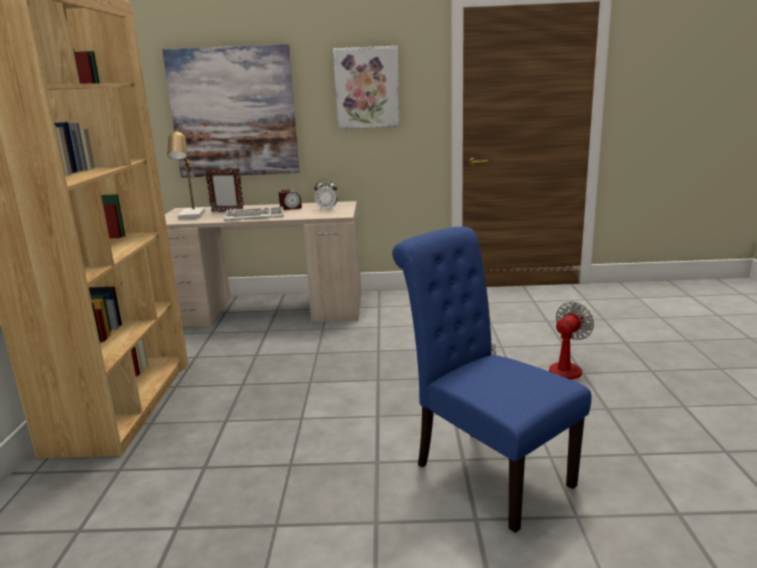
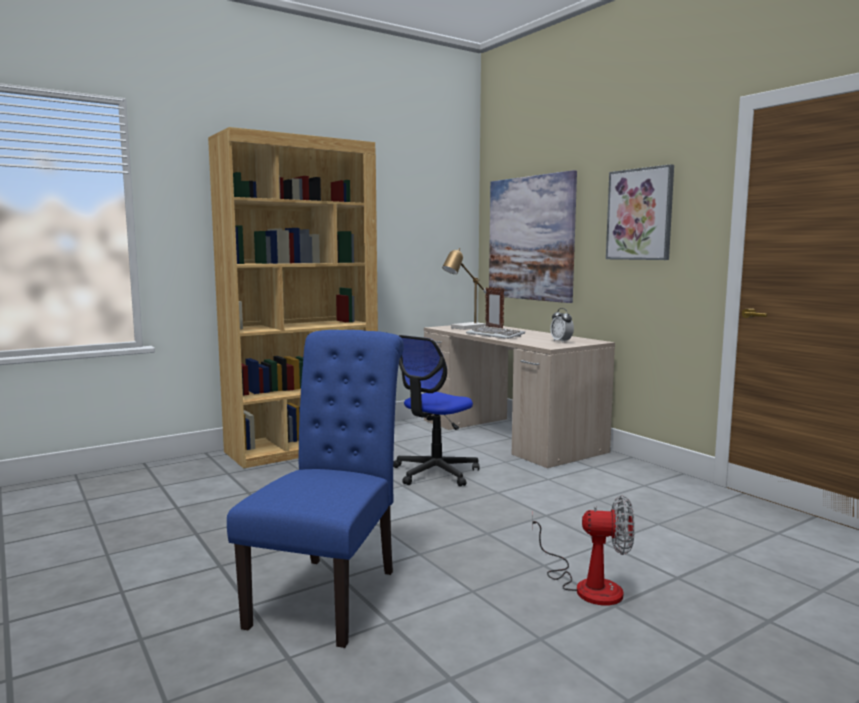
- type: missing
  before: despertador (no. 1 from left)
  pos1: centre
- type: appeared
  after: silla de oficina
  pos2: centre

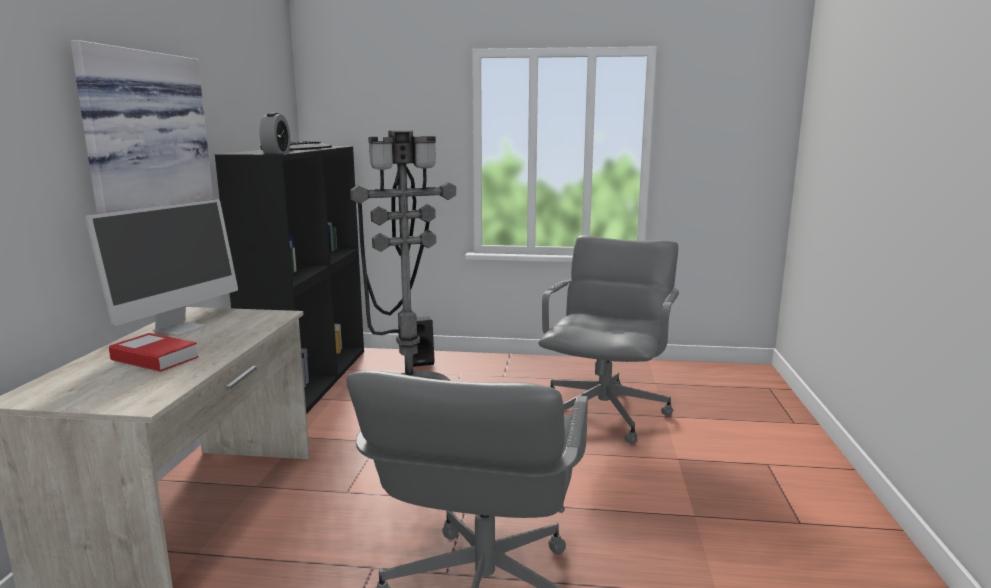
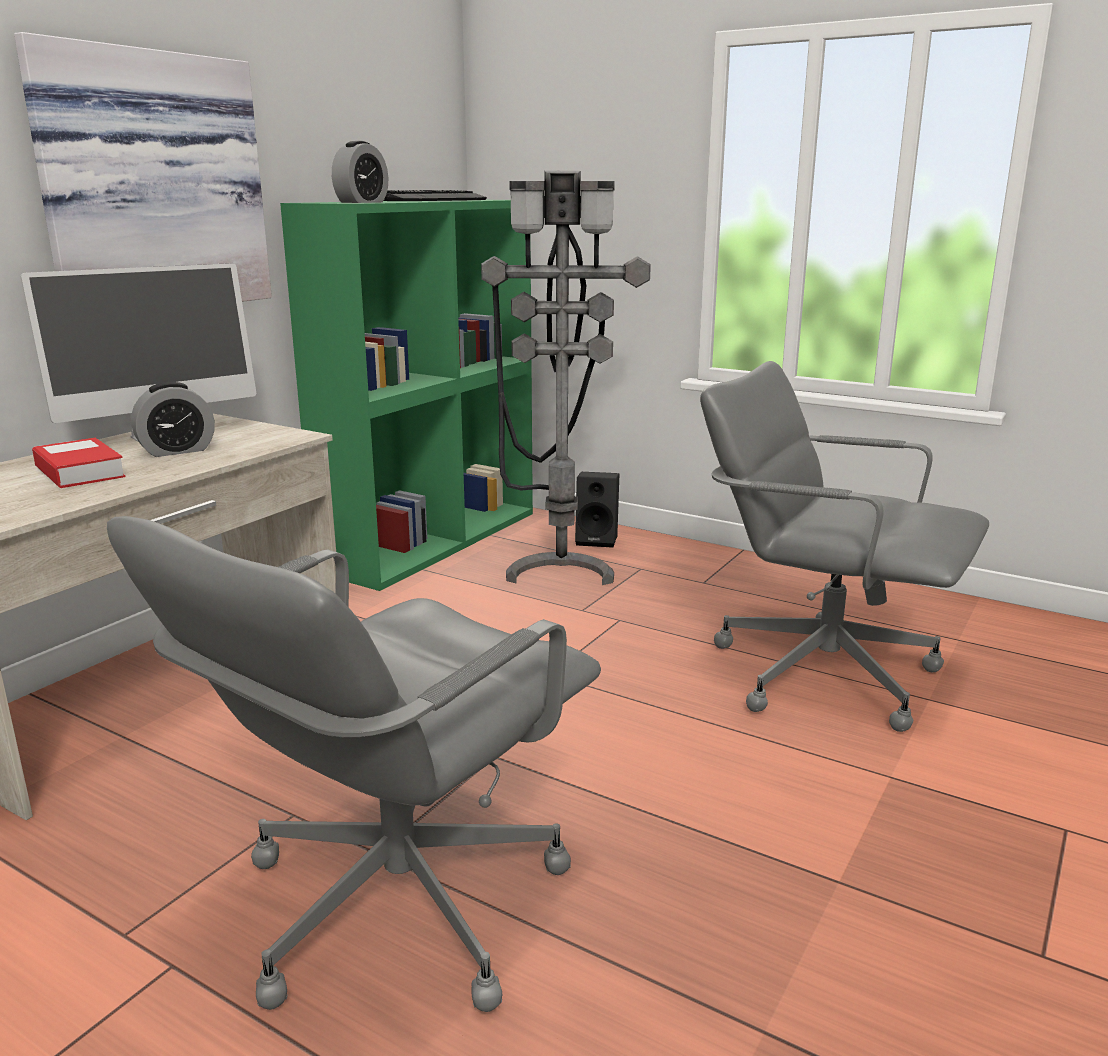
- type: appeared
  after: despertador (no. 1 from left)
  pos2: middle left
- type: colour
  before: estantería [negro]
  after: estantería [verde]
  pos1: middle left
  pos2: centre
- type: spun
  before: silla de oficina [gris] (no. 2 from left)
  pos1: centre
  pos2: middle right
  turn: -105

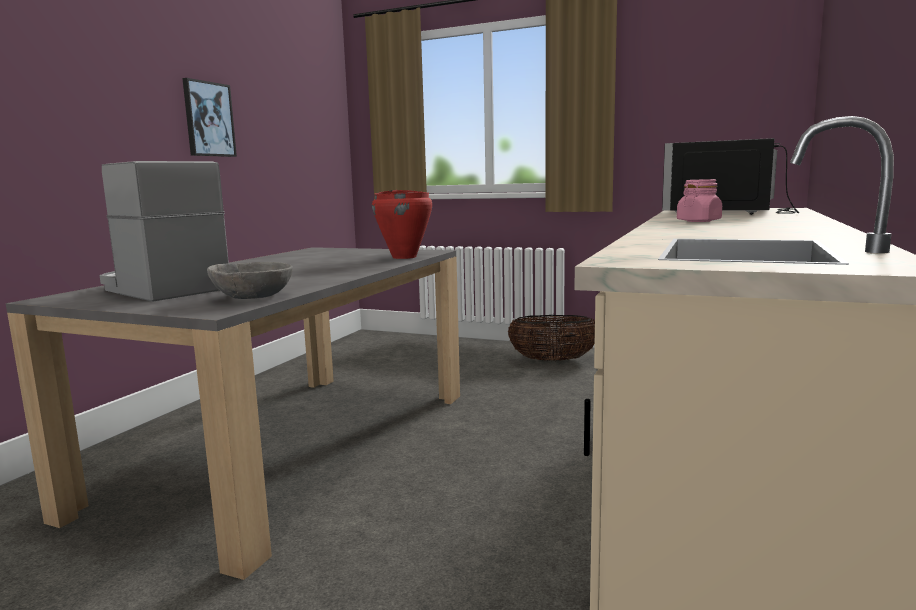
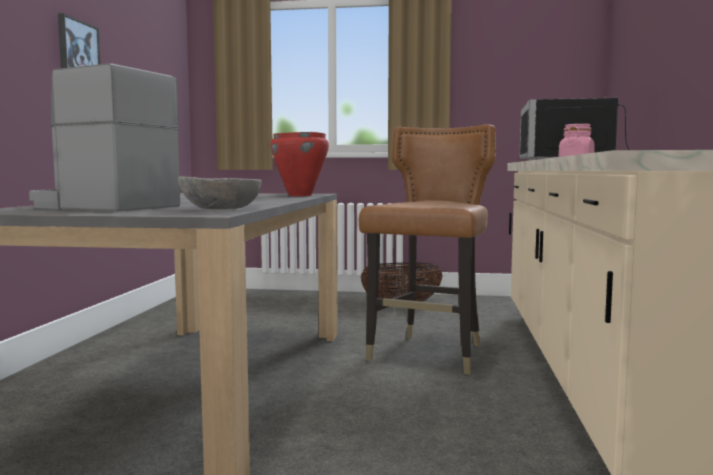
- type: appeared
  after: silla [marrón]
  pos2: centre

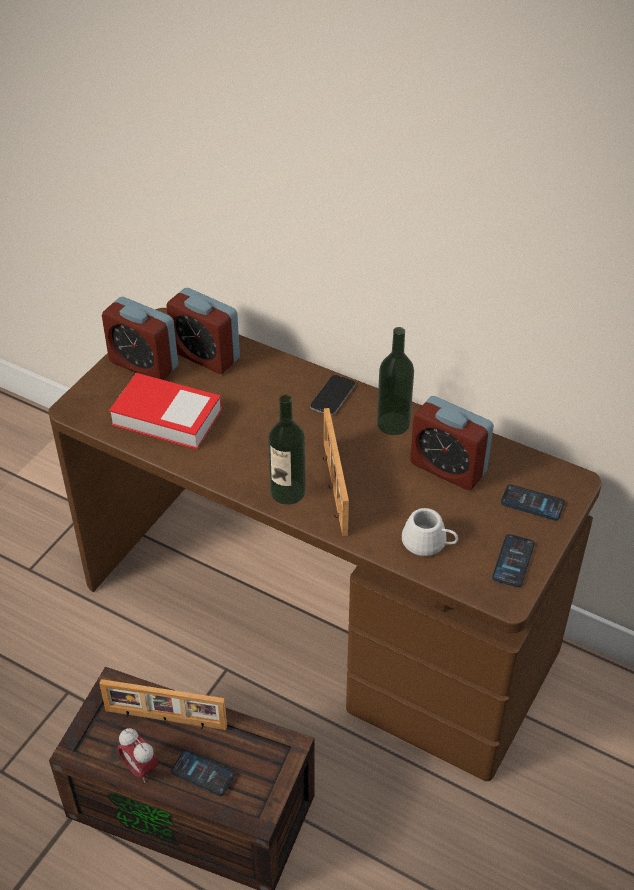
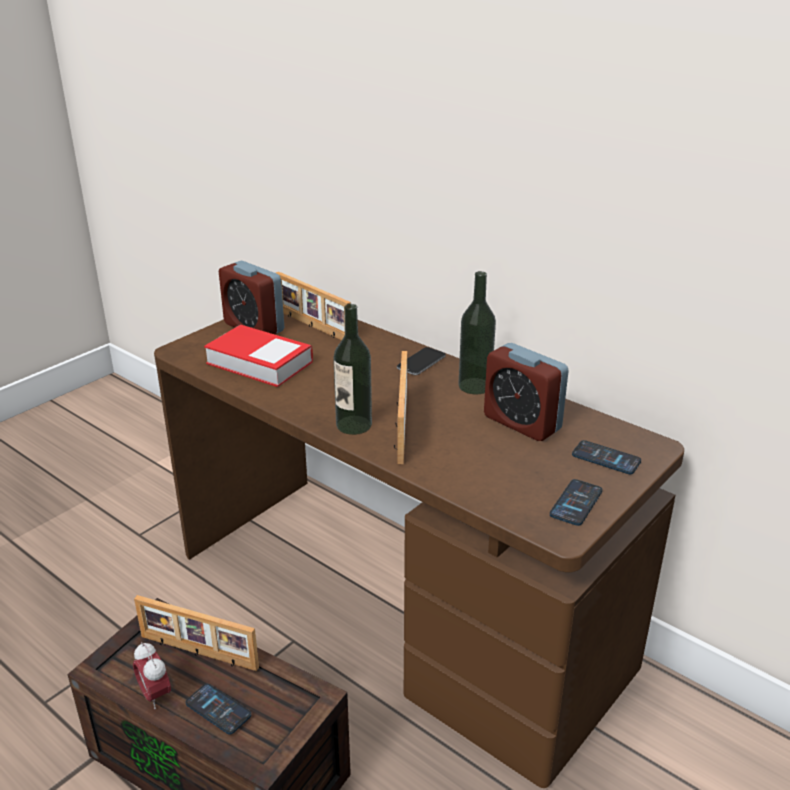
- type: missing
  before: taza grande [blanco]
  pos1: middle right
- type: exchanged
  before: despertador (no. 3 from left)
  after: portarretratos (no. 2 from left)
  pos1: middle left
  pos2: centre

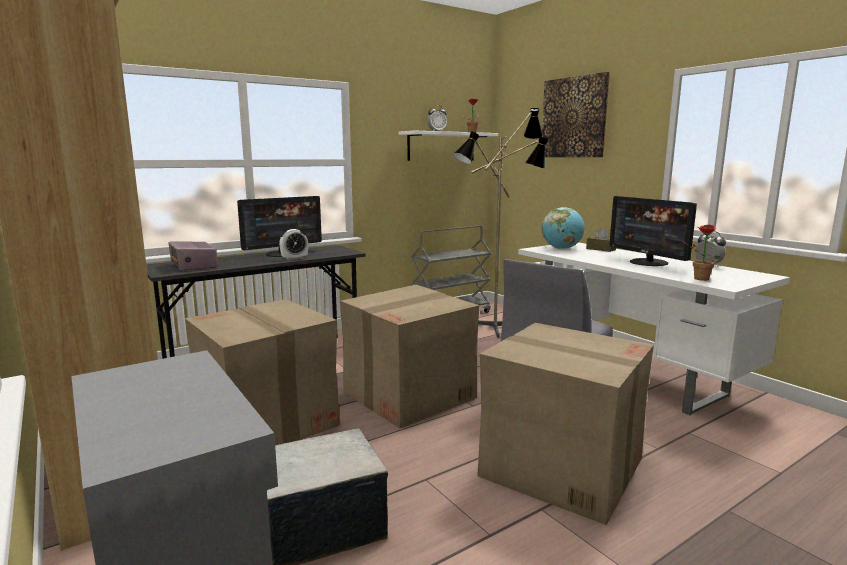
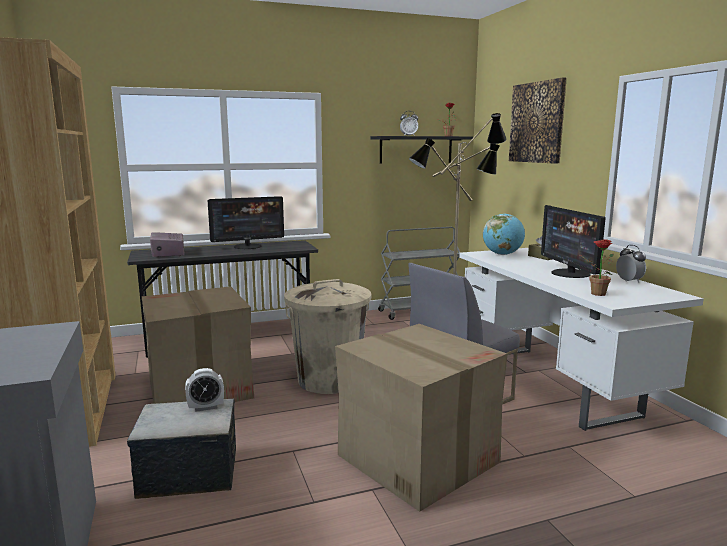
- type: relocated
  before: despertador (no. 1 from left)
  pos1: centre
  pos2: bottom left
- type: exchanged
  before: caja de cartón (no. 2 from left)
  after: papelera [beis]
  pos1: centre
  pos2: centre
- type: colour
  before: estante [blanco]
  after: estante [negro]
  pos1: top centre
  pos2: top centre

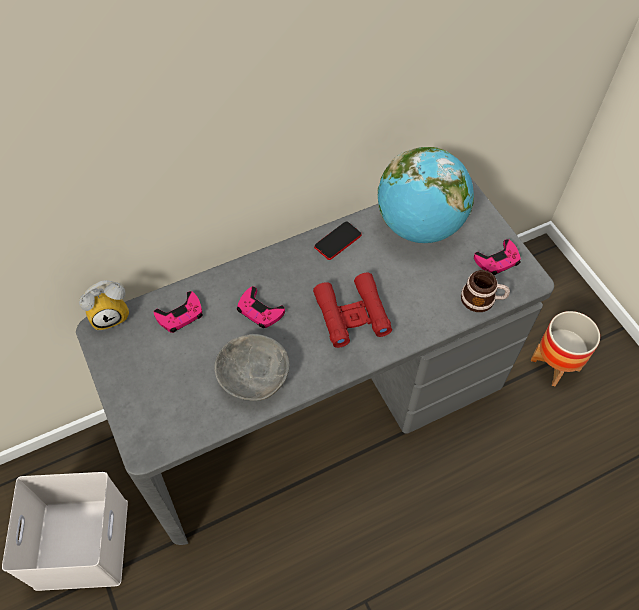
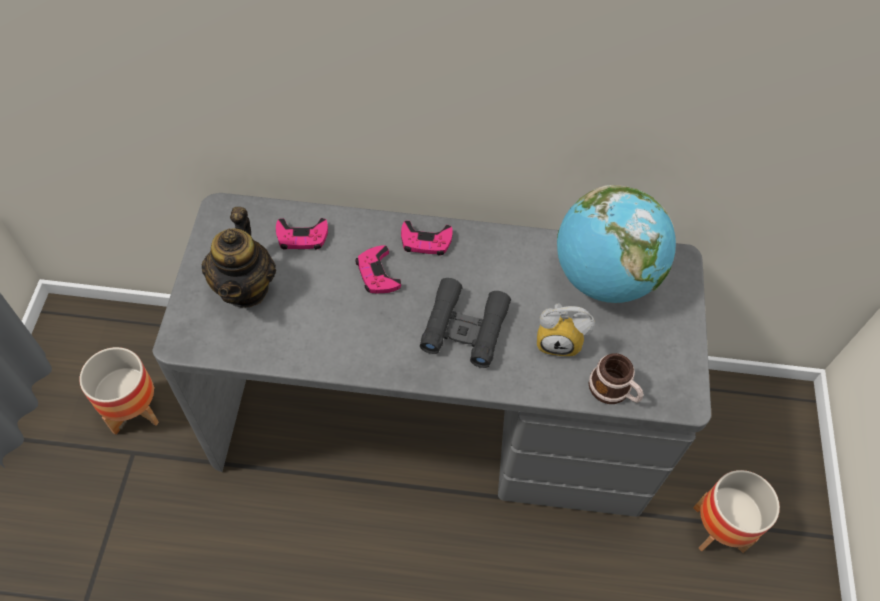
- type: missing
  before: cuenco [gris]
  pos1: centre
- type: missing
  before: móvil
  pos1: centre
- type: appeared
  after: tetera
  pos2: middle left
- type: relocated
  before: despertador
  pos1: middle left
  pos2: centre
- type: relocated
  before: mando de consola [rosa] (no. 3 from left)
  pos1: middle right
  pos2: centre
- type: exchanged
  before: caja de almacenaje [blanco]
  after: maceta (no. 1 from left)
  pos1: bottom left
  pos2: middle left
- type: colour
  before: prismáticos [rojo]
  after: prismáticos [negro]
  pos1: centre
  pos2: centre

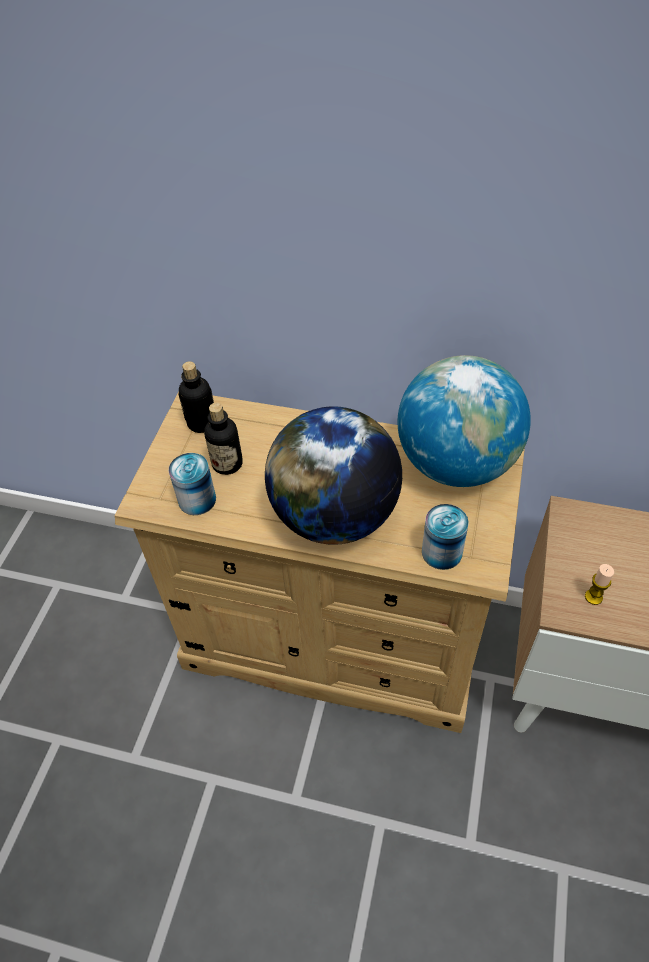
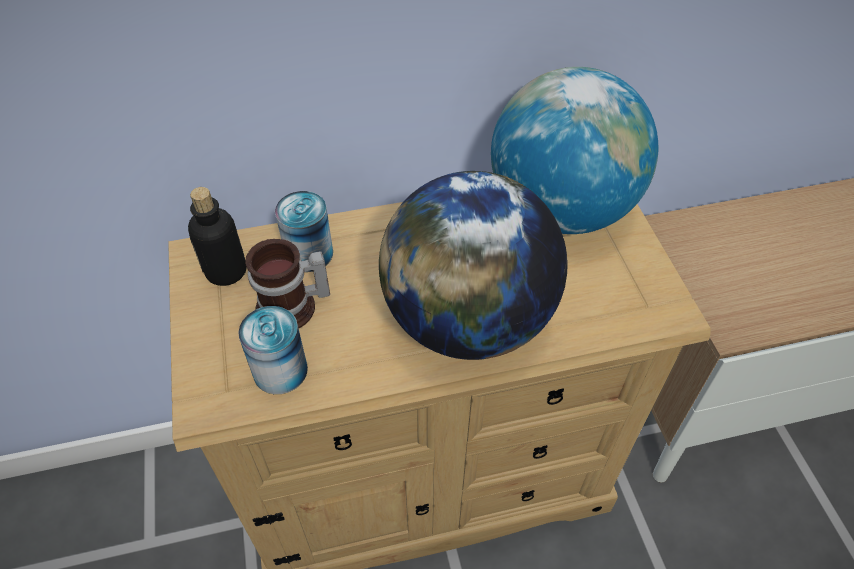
- type: missing
  before: vela
  pos1: middle right
- type: relocated
  before: lata (no. 2 from left)
  pos1: middle right
  pos2: centre
- type: exchanged
  before: botella (no. 2 from left)
  after: taza grande
  pos1: centre
  pos2: centre

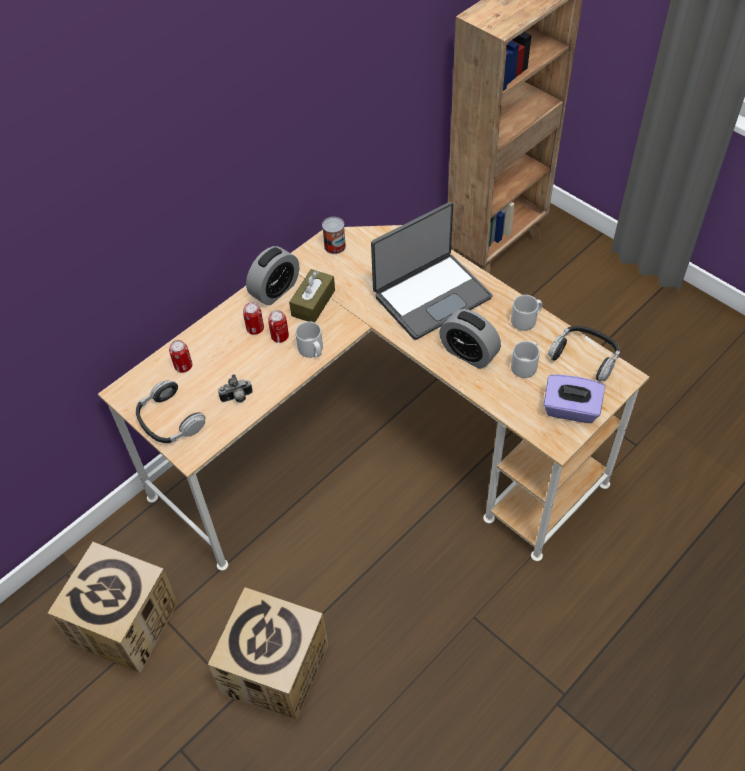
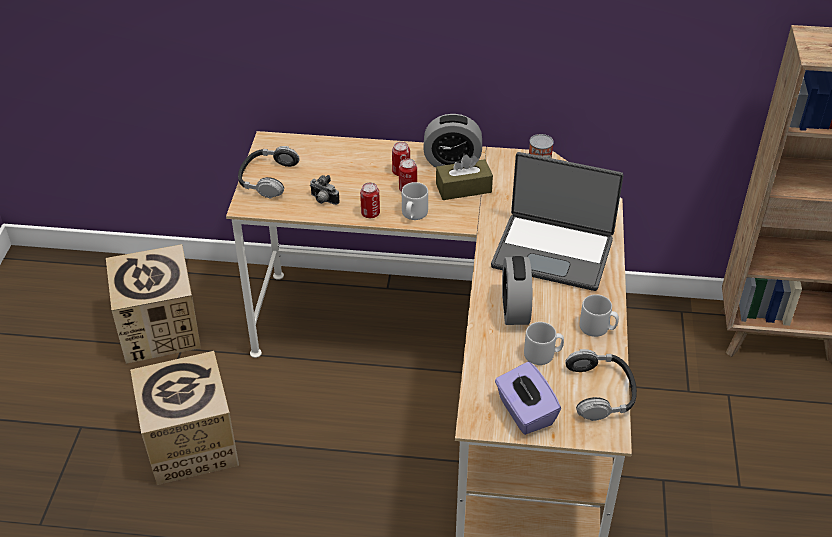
- type: relocated
  before: lata (no. 1 from left)
  pos1: middle left
  pos2: centre

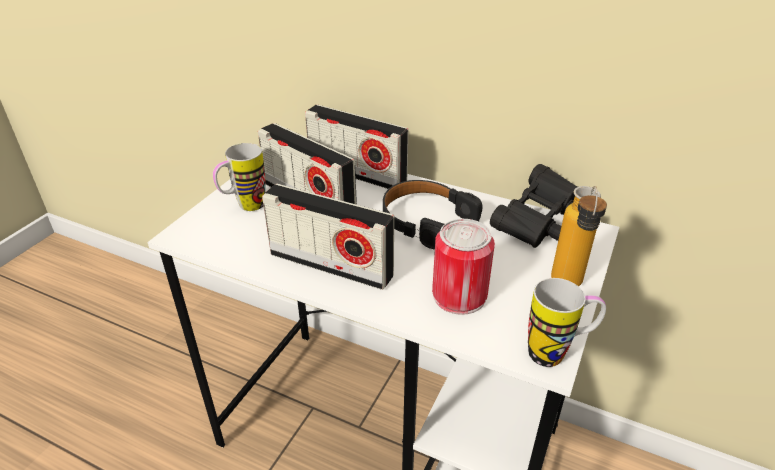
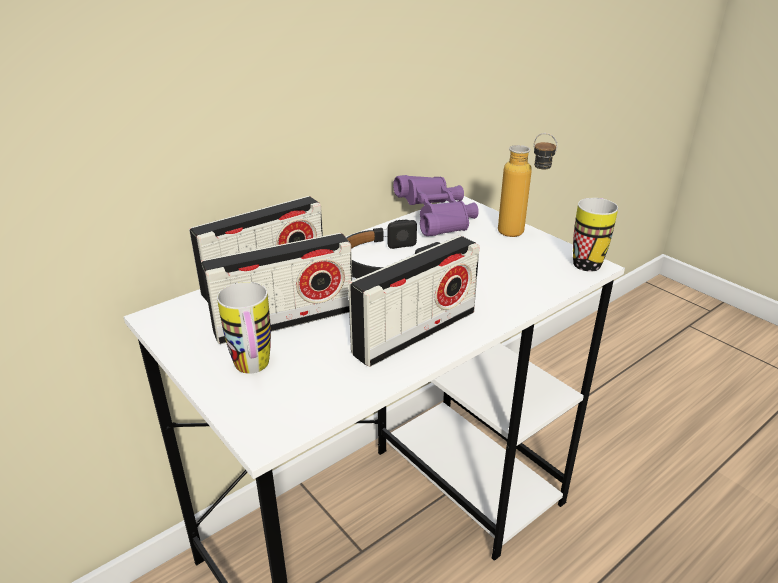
- type: missing
  before: lata
  pos1: centre
- type: colour
  before: prismáticos [negro]
  after: prismáticos [morado]
  pos1: middle right
  pos2: centre

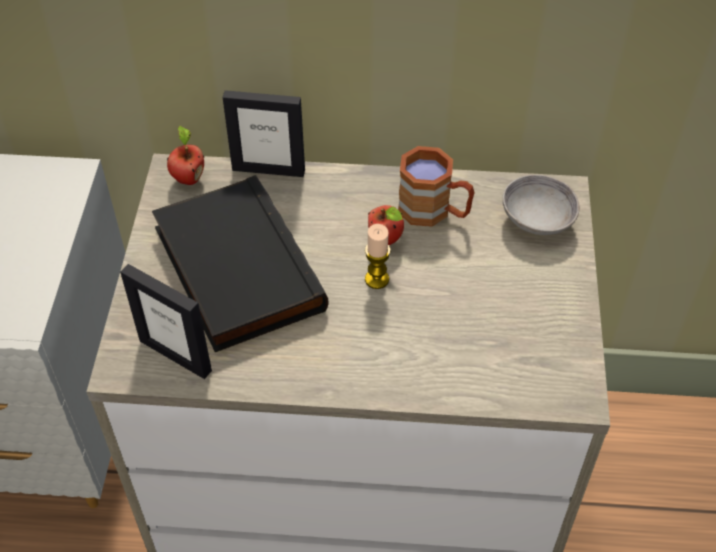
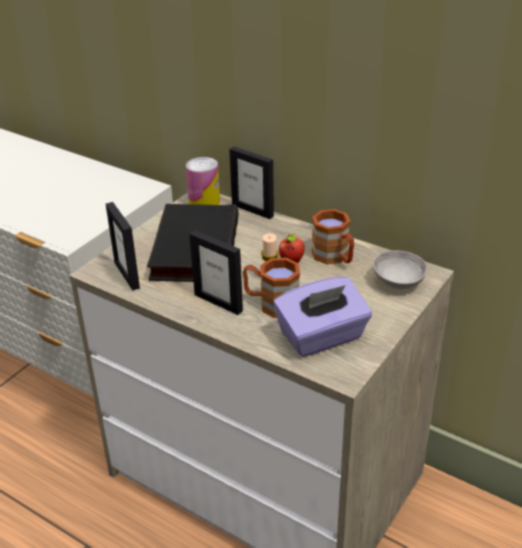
- type: appeared
  after: portarretratos (no. 2 from left)
  pos2: centre
- type: appeared
  after: taza grande [marrón] (no. 1 from left)
  pos2: centre
- type: appeared
  after: caja de pañuelos [morado]
  pos2: centre
- type: exchanged
  before: manzana (no. 1 from left)
  after: lata
  pos1: top left
  pos2: top centre

